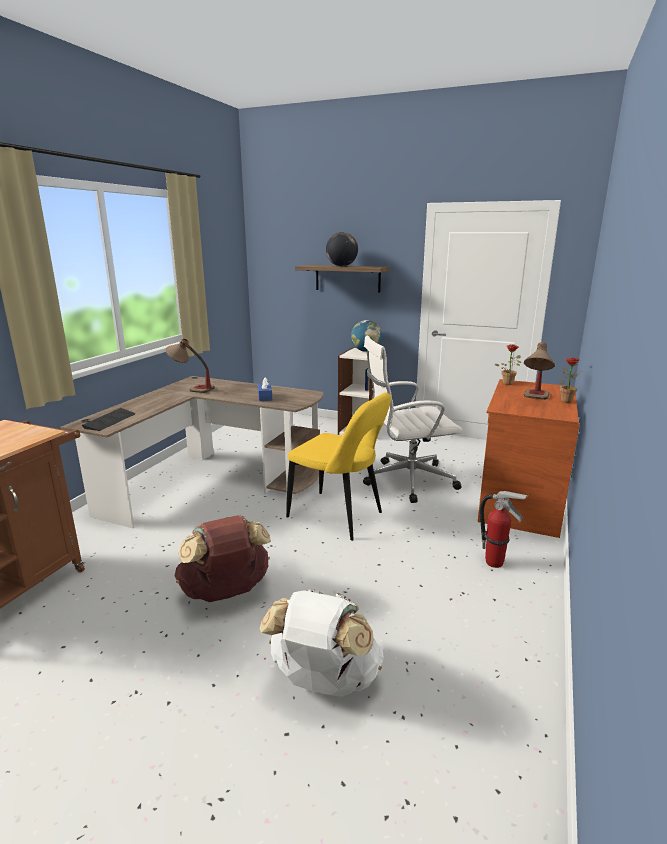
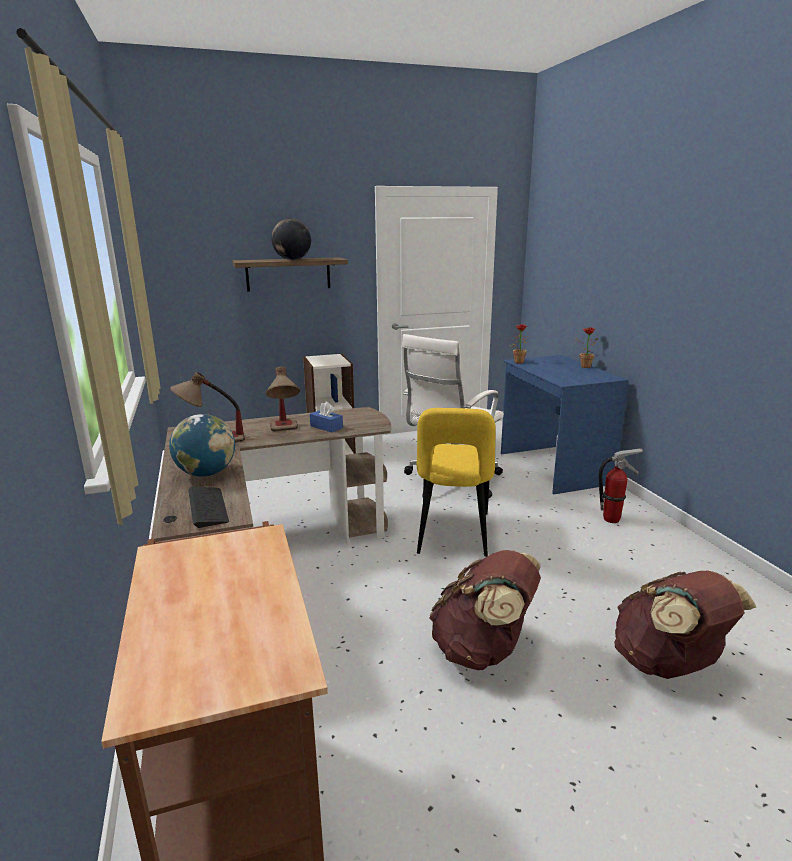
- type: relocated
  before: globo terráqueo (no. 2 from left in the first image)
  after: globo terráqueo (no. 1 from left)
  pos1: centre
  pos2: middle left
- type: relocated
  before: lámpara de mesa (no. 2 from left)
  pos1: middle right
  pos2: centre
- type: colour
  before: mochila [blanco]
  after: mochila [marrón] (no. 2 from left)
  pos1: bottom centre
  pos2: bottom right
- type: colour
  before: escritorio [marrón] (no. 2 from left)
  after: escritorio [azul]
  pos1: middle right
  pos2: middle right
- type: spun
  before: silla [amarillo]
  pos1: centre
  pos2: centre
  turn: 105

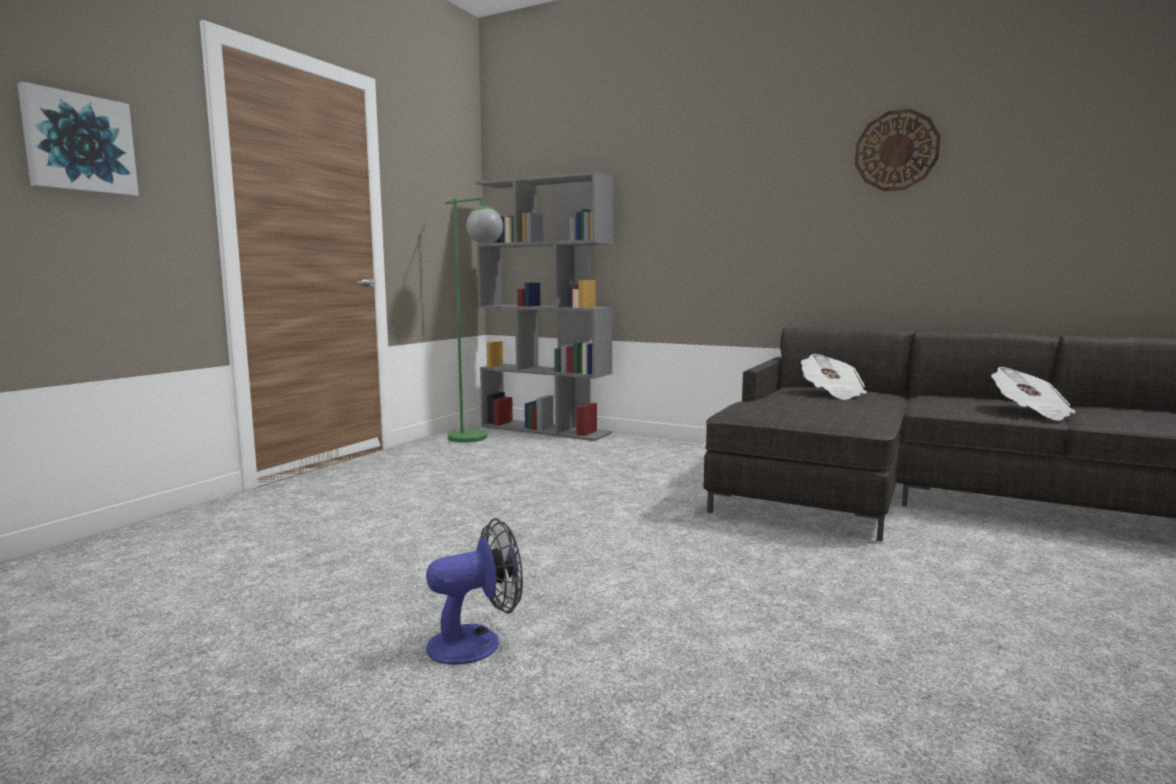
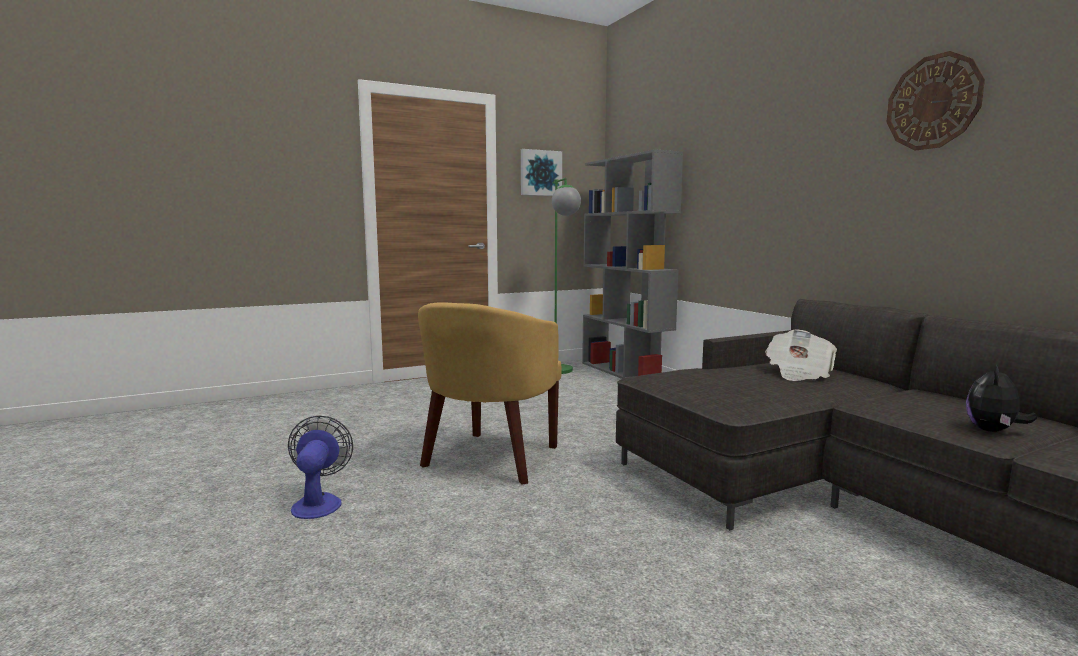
- type: appeared
  after: sillón [amarillo]
  pos2: centre
- type: relocated
  before: cuadro
  pos1: top left
  pos2: top centre
- type: exchanged
  before: periódico (no. 2 from left)
  after: peluche
  pos1: middle right
  pos2: middle right
- type: spun
  before: ventilador
  pos1: bottom centre
  pos2: bottom left
  turn: -105

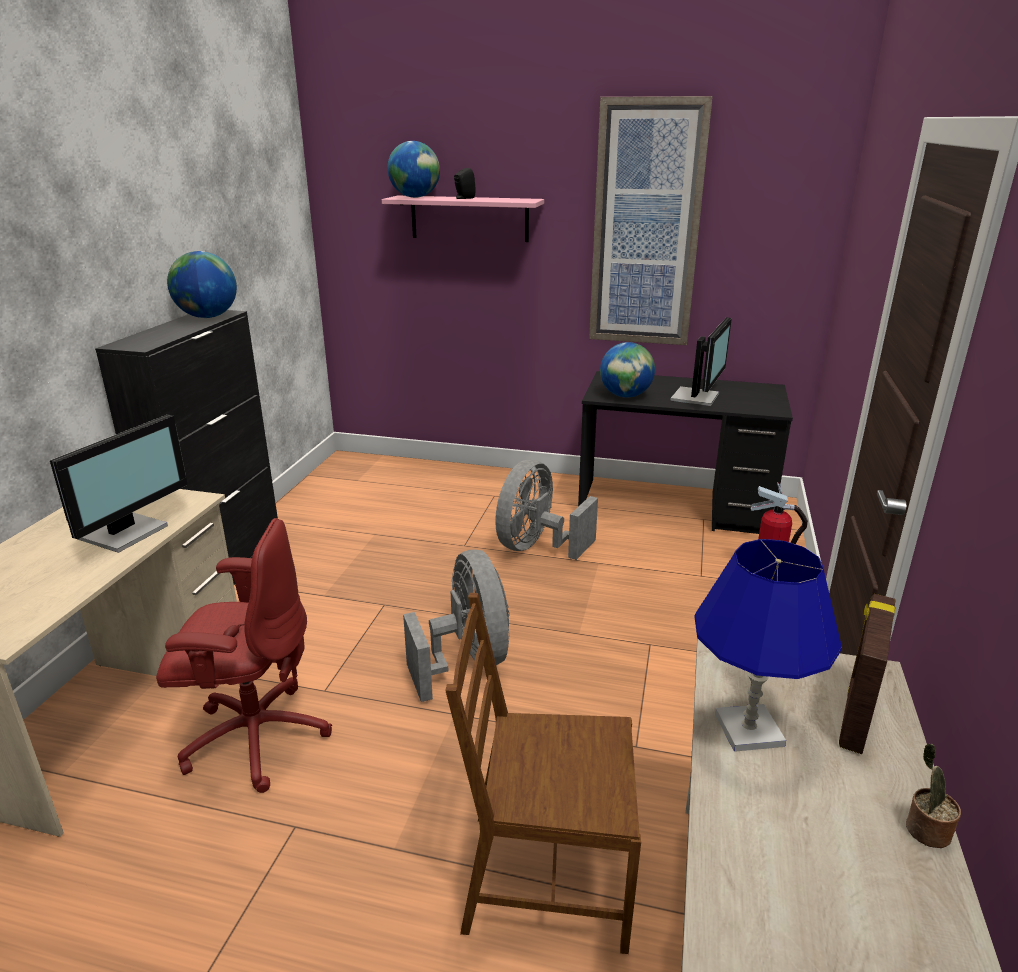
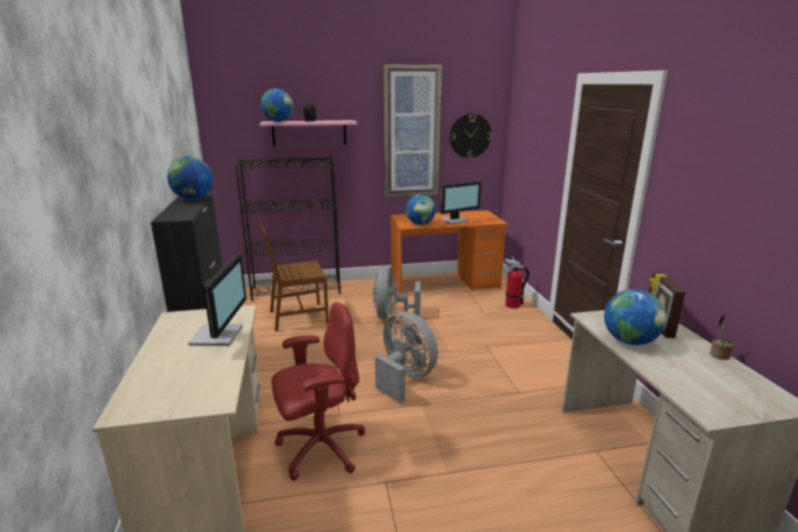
- type: appeared
  after: estantería [negro]
  pos2: centre
- type: appeared
  after: reloj de pared
  pos2: top centre
- type: relocated
  before: silla [marrón]
  pos1: bottom centre
  pos2: centre
- type: exchanged
  before: lámpara de mesa [azul]
  after: globo terráqueo (no. 4 from left)
  pos1: middle right
  pos2: middle right
- type: colour
  before: escritorio [negro]
  after: escritorio [naranja]
  pos1: middle right
  pos2: centre
- type: spun
  before: monitor (no. 2 from left)
  pos1: middle right
  pos2: centre
  turn: 60

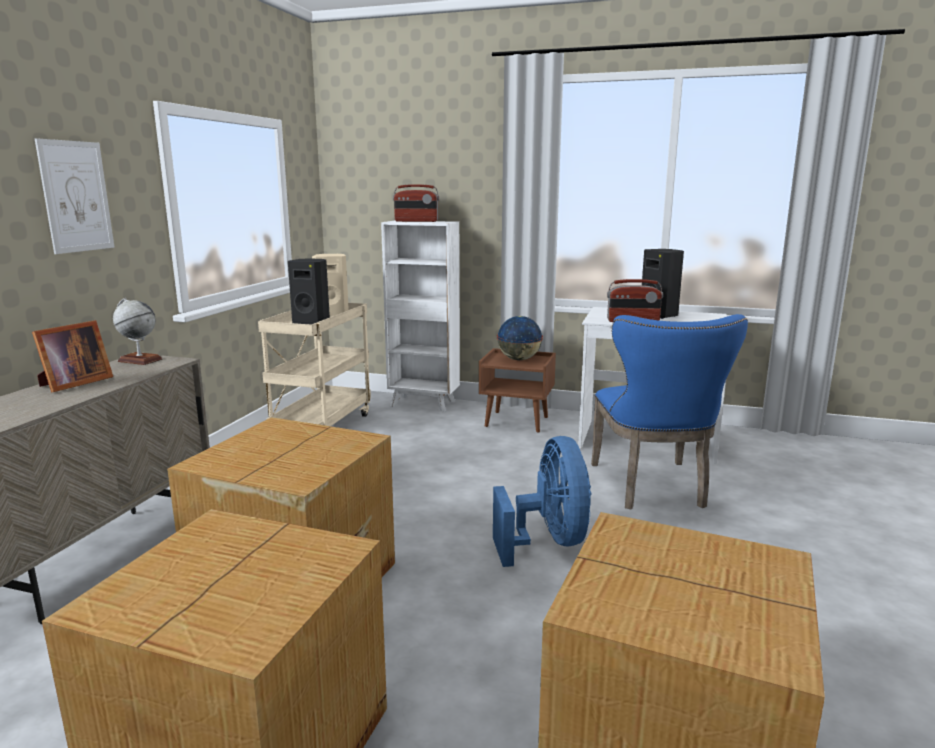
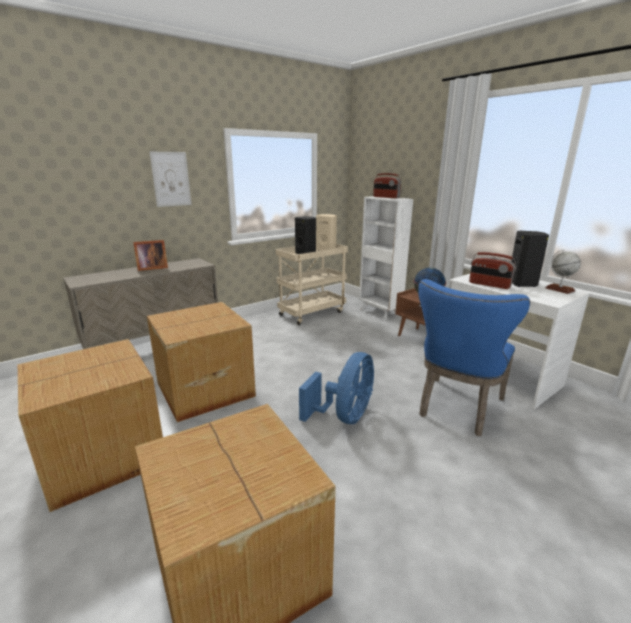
- type: relocated
  before: globo terráqueo (no. 1 from left in the first image)
  after: globo terráqueo (no. 2 from left)
  pos1: middle left
  pos2: middle right

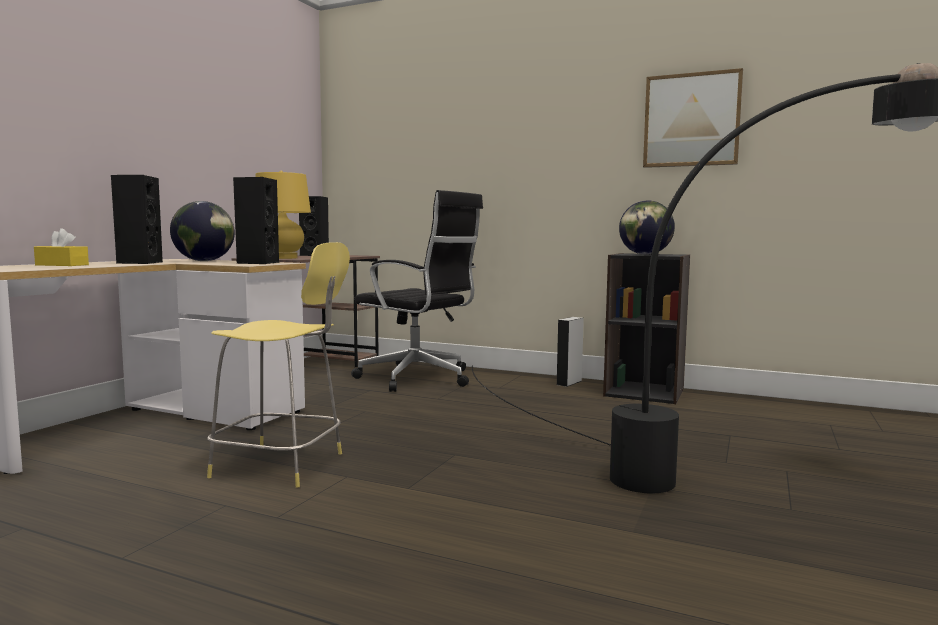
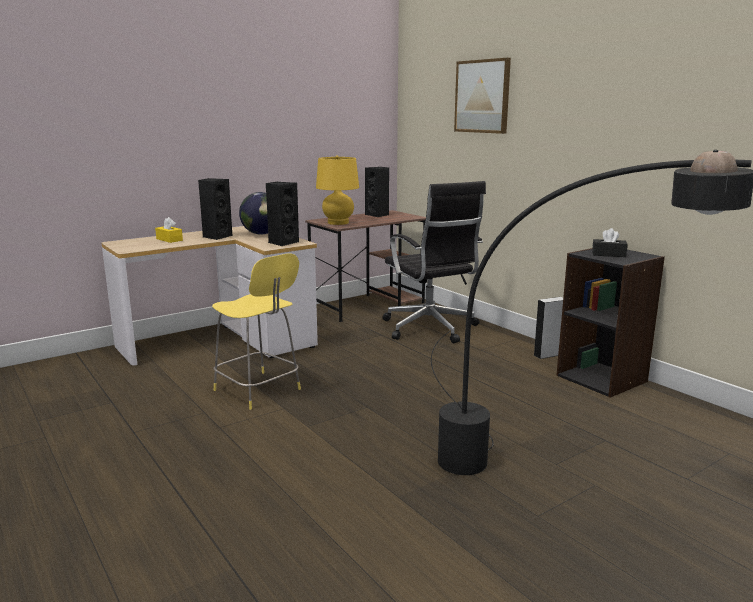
- type: relocated
  before: cuadro
  pos1: top right
  pos2: top centre
- type: exchanged
  before: globo terráqueo (no. 2 from left)
  after: caja de pañuelos [negro]
  pos1: middle right
  pos2: middle right

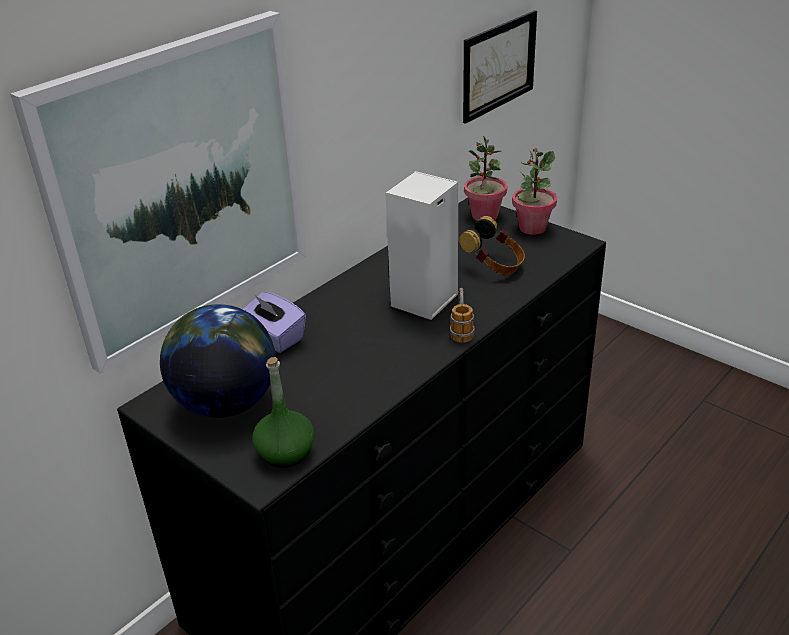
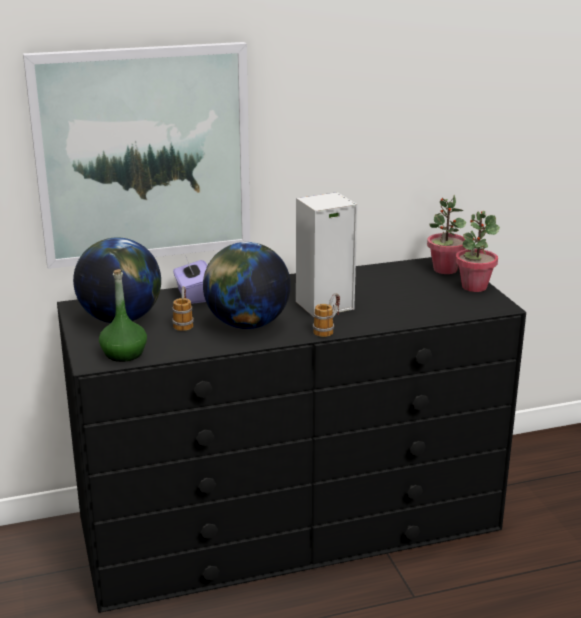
- type: missing
  before: auriculares
  pos1: centre
- type: missing
  before: cuadro (no. 2 from left)
  pos1: top centre
- type: appeared
  after: taza grande (no. 1 from left)
  pos2: middle left
- type: appeared
  after: globo terráqueo (no. 2 from left)
  pos2: centre

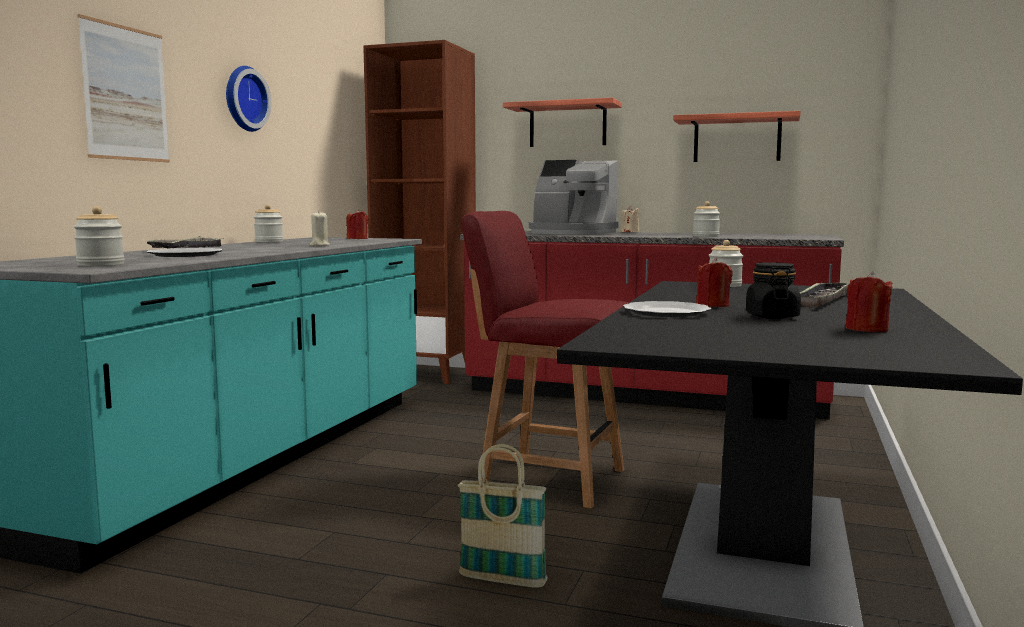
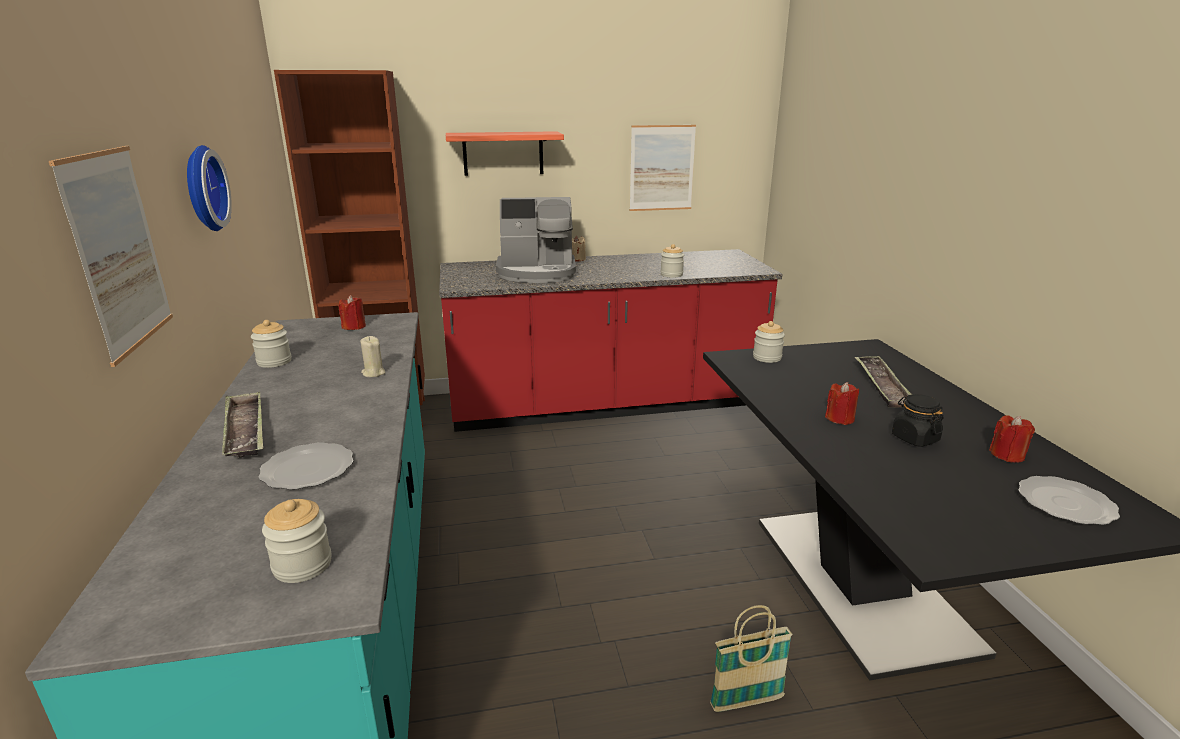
- type: missing
  before: silla [rojo]
  pos1: centre
- type: relocated
  before: plato (no. 2 from left)
  pos1: centre
  pos2: bottom right
- type: exchanged
  before: estante (no. 2 from left)
  after: cuadro (no. 2 from left)
  pos1: top right
  pos2: top centre

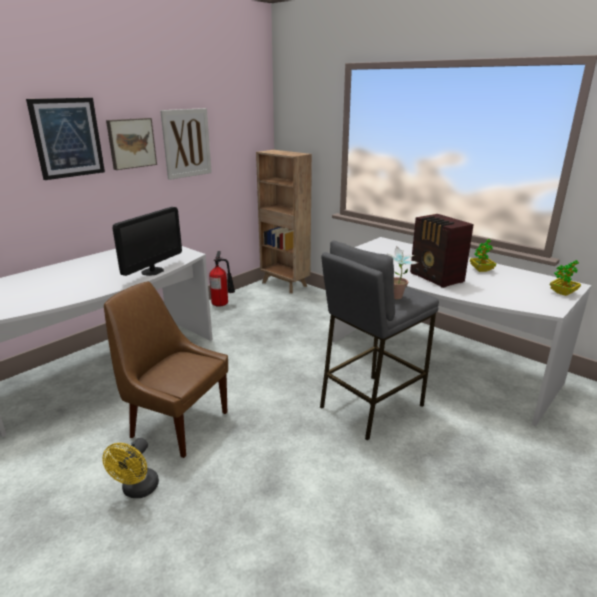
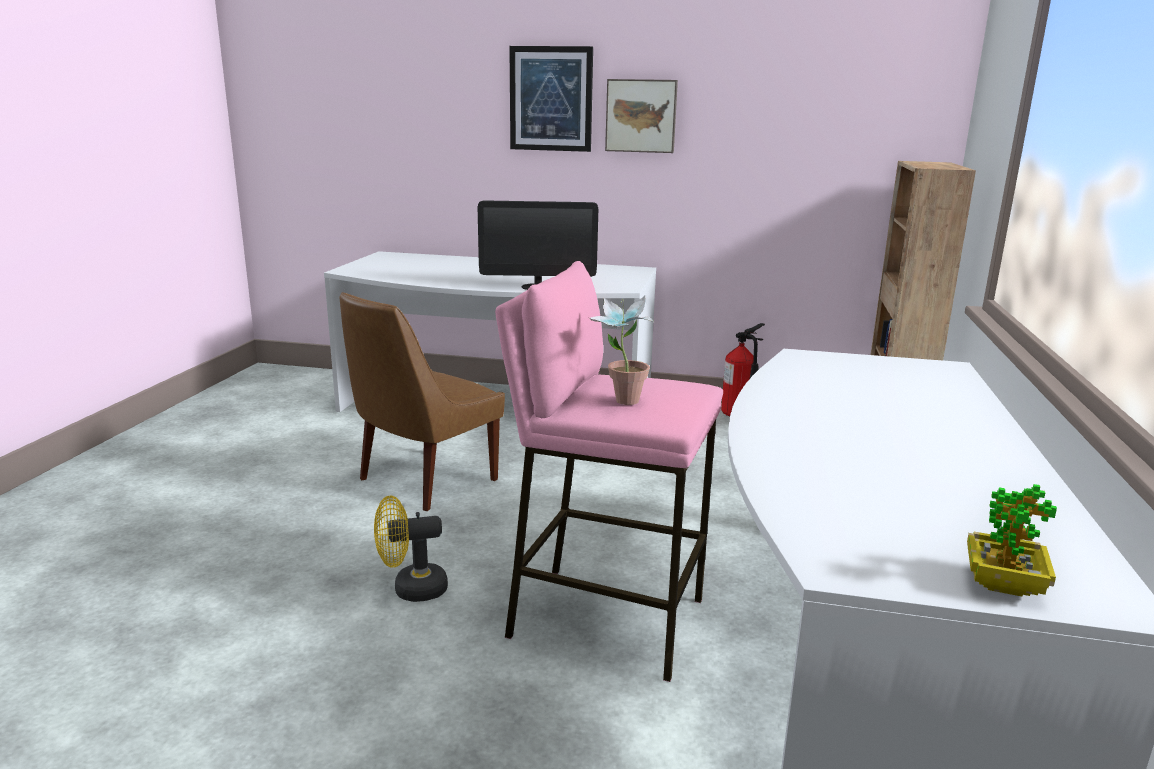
- type: missing
  before: cuadro (no. 3 from left)
  pos1: top left
- type: missing
  before: radio
  pos1: middle right
- type: missing
  before: planta en maceta (no. 2 from left)
  pos1: middle right
- type: relocated
  before: ventilador [amarillo]
  pos1: bottom left
  pos2: bottom centre
- type: colour
  before: taburete [gris]
  after: taburete [rosa]
  pos1: centre
  pos2: centre
- type: spun
  before: silla [marrón]
  pos1: middle left
  pos2: centre
  turn: -135

